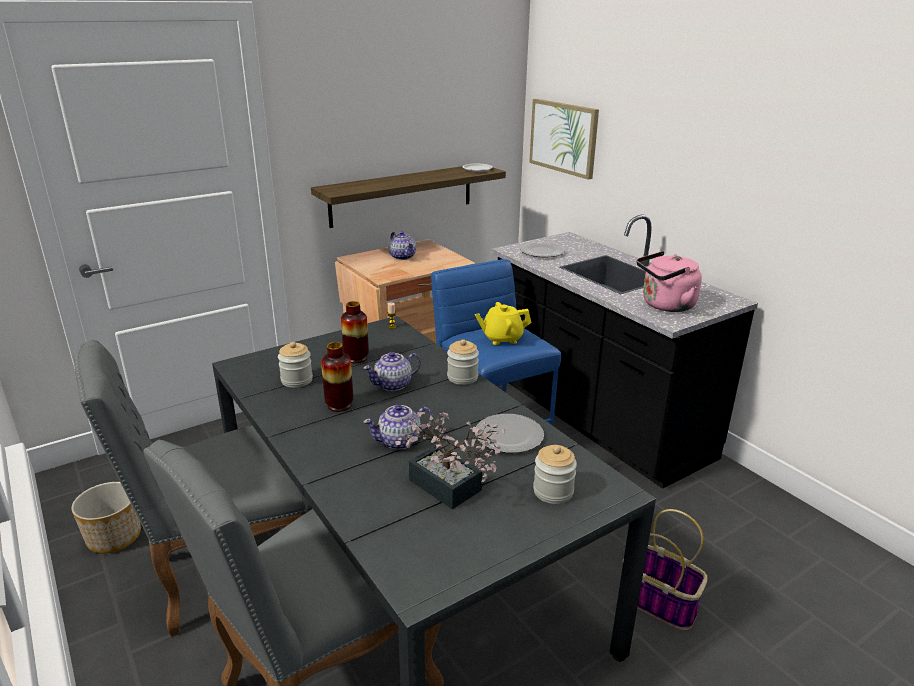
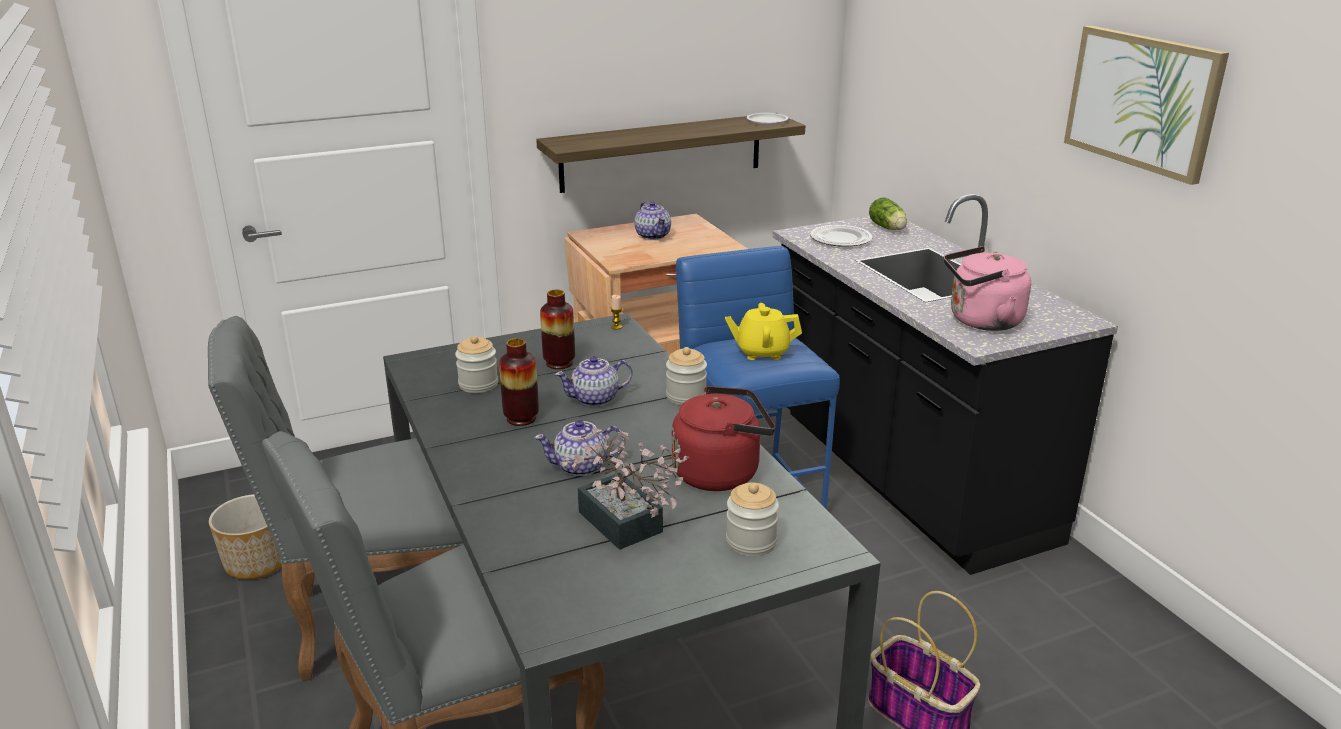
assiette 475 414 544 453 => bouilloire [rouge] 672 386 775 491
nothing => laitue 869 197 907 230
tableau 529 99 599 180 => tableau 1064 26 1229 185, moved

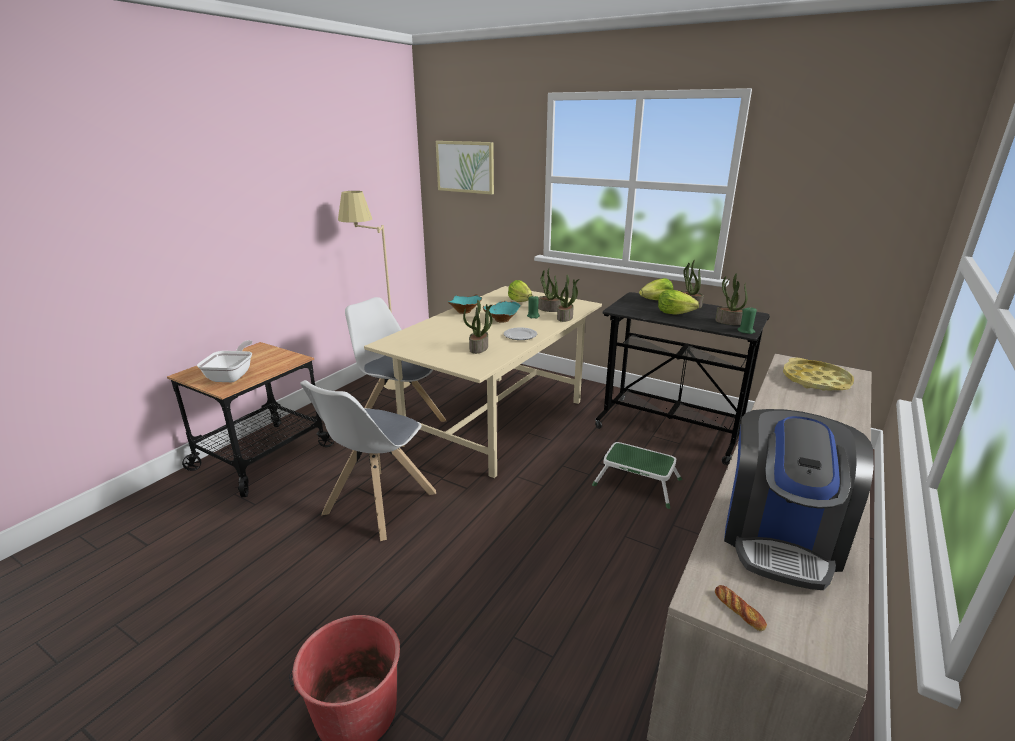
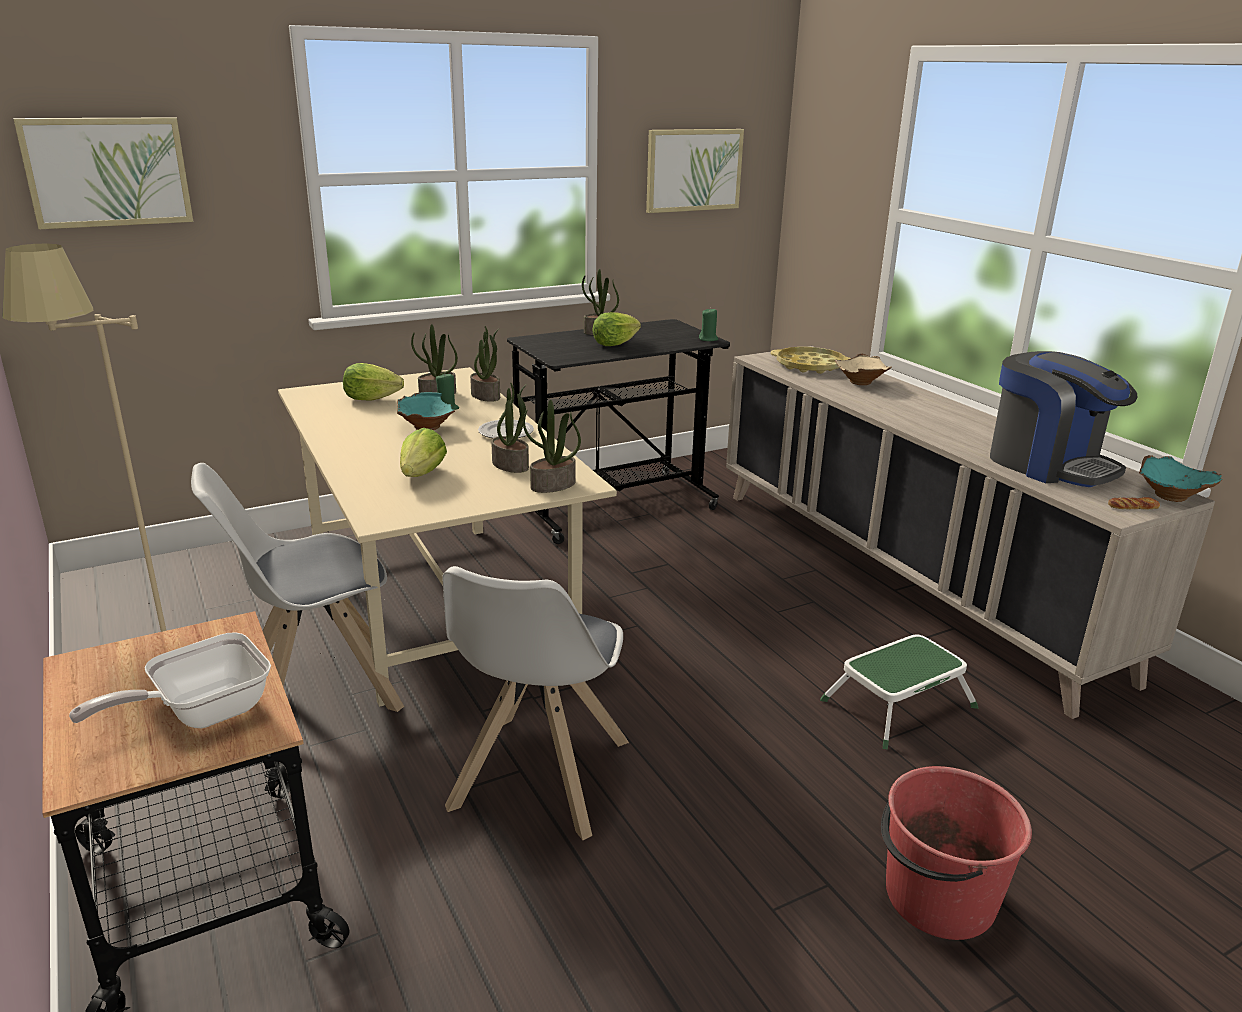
poêle 197 340 252 382 => poêle 69 632 271 728, 75 degrees counterclockwise
laitue 639 278 674 300 => laitue 400 428 447 477, moved
chaise 300 380 436 541 => chaise 443 566 629 840, 45 degrees clockwise
plante en pot 715 273 747 325 => plante en pot 523 400 581 493, moved
nothing => tableau 646 129 744 213
escabeau [vert] 592 442 682 509 => escabeau [vert] 820 635 978 749, moved
nothing => bol [beige] 835 353 892 385
bol [turquoise] 448 294 482 314 => bol [turquoise] 1139 455 1222 502, moved

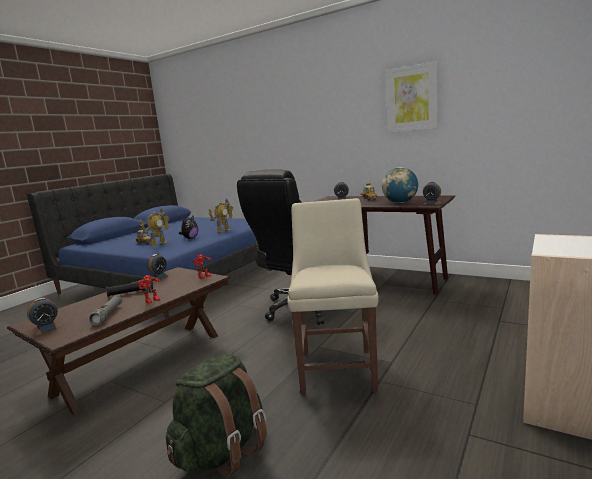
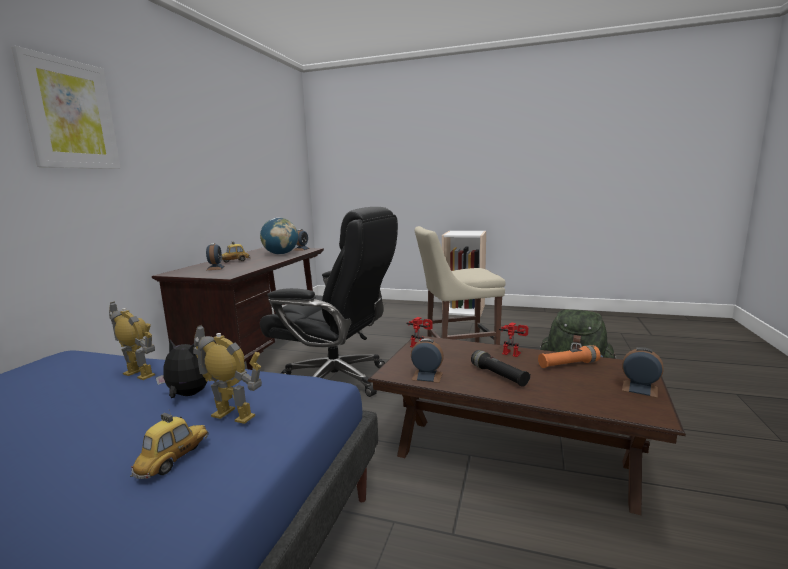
tableau 386 61 438 133 => tableau 12 46 121 169, moved
lampe de poche [gris] 89 295 122 325 => lampe de poche [orange] 538 345 600 368

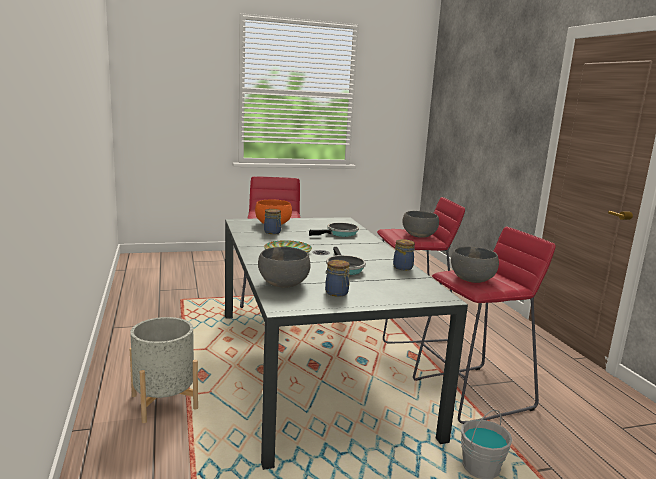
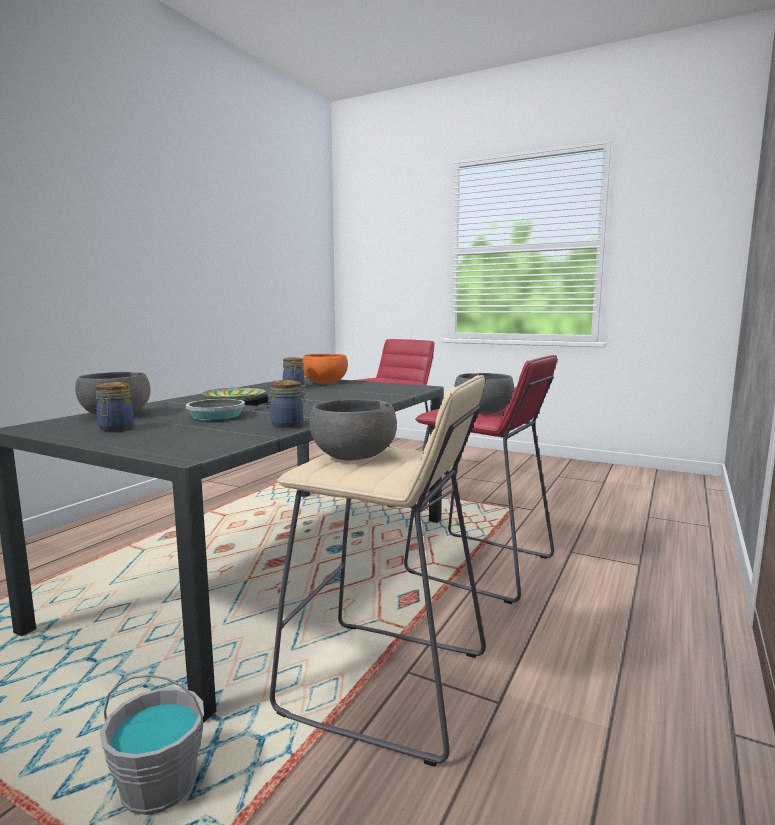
tabouret [rouge] 413 227 556 424 => tabouret [beige] 270 375 486 767
cache-pot [gris] 130 317 198 423 => nothing
poêle 309 223 359 237 => nothing

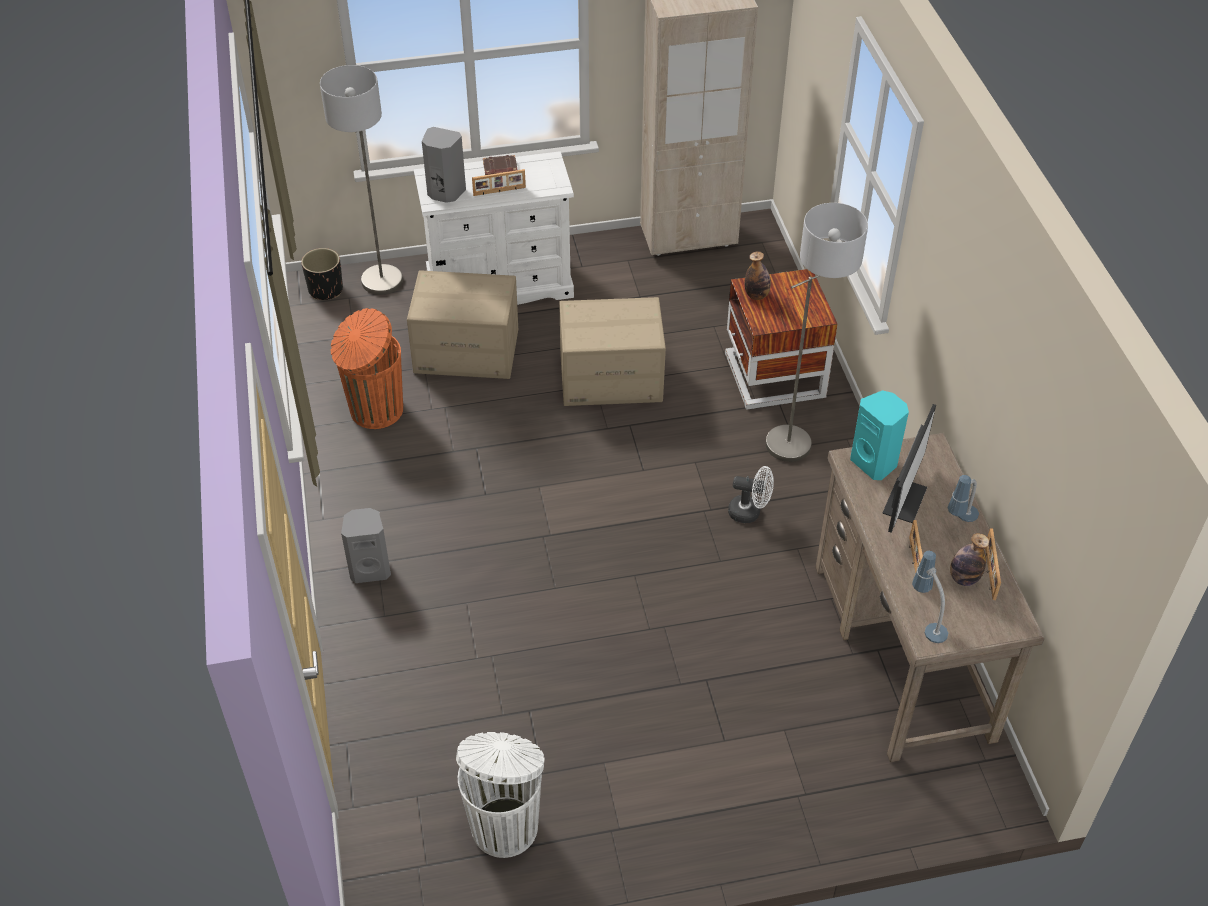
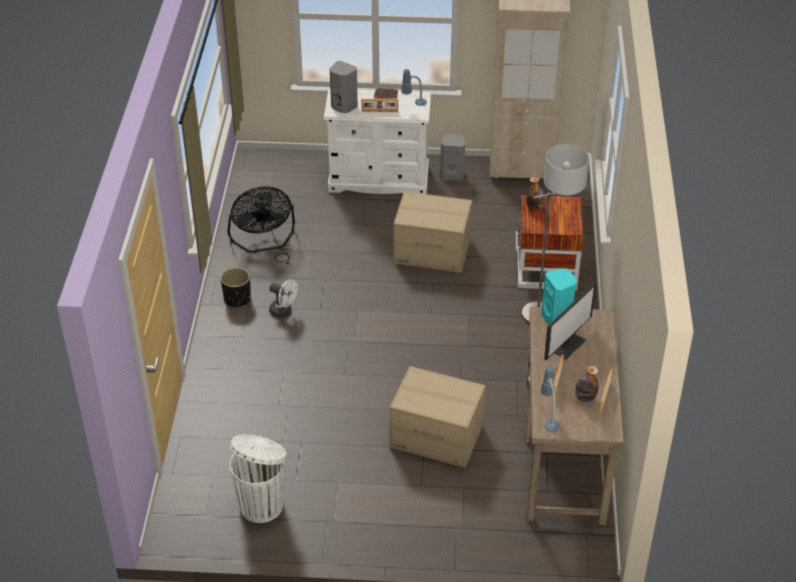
cache-pot [noir] 301 248 343 300 => cache-pot [noir] 220 267 251 307, moved
poubelle [orange] 330 308 403 429 => ventilateur [noir] 227 186 295 265
ventilateur [blanc] 728 466 774 523 => ventilateur [blanc] 269 279 298 318, moved
carton 407 270 518 379 => carton 390 366 486 468, moved
lampe de table 948 475 979 522 => lampe de table 401 69 427 106, moved
enceinte [gris] 341 508 391 583 => enceinte [gris] 440 134 465 181, moved
lampadaire [gris] 320 65 403 295 => nothing

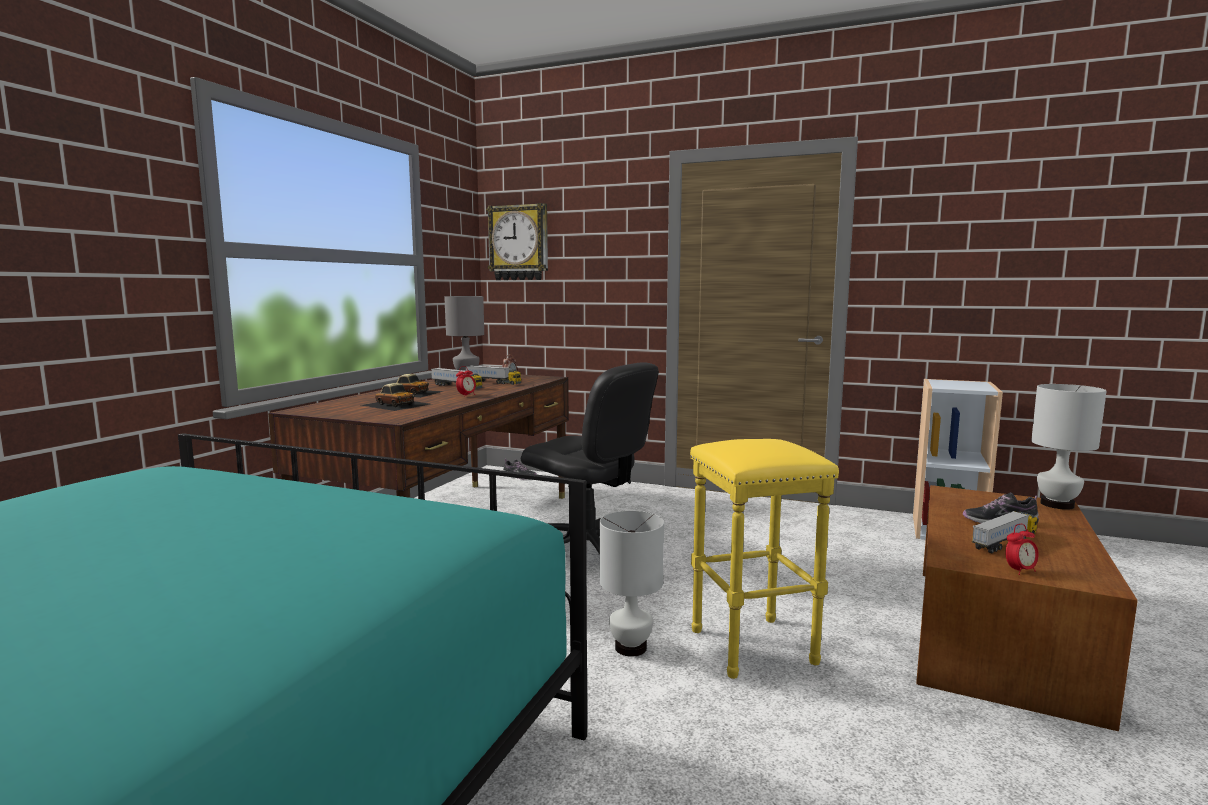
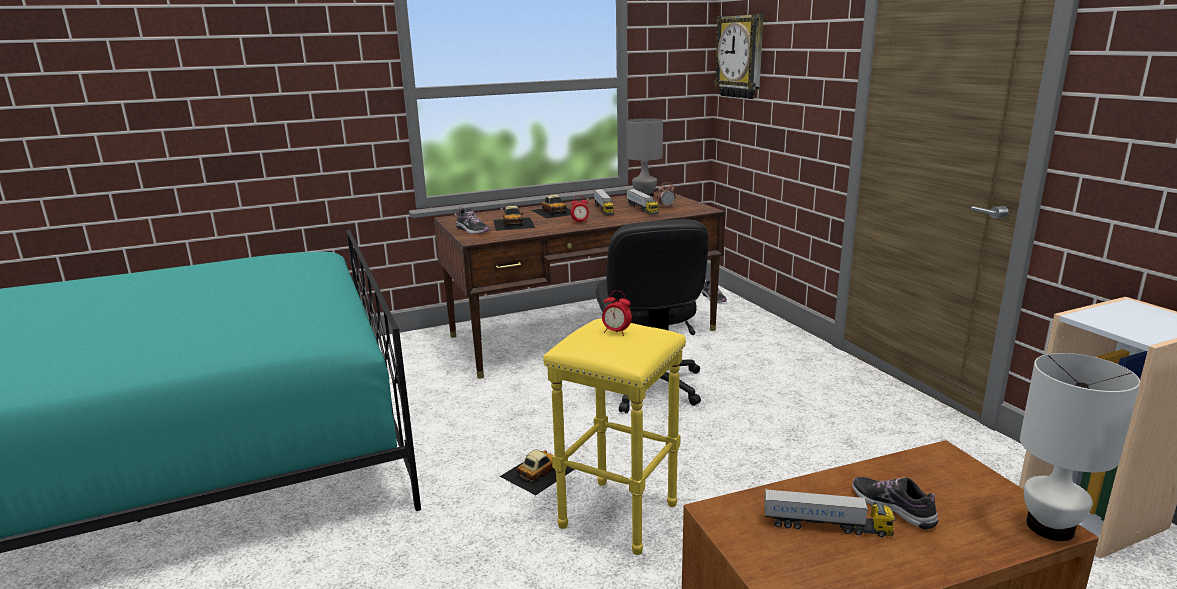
nothing => chaussure 456 207 490 234
lampe de table [blanc] 600 511 664 657 => petite voiture 499 450 575 495
réveil 1006 524 1039 575 => réveil 602 291 632 336, moved

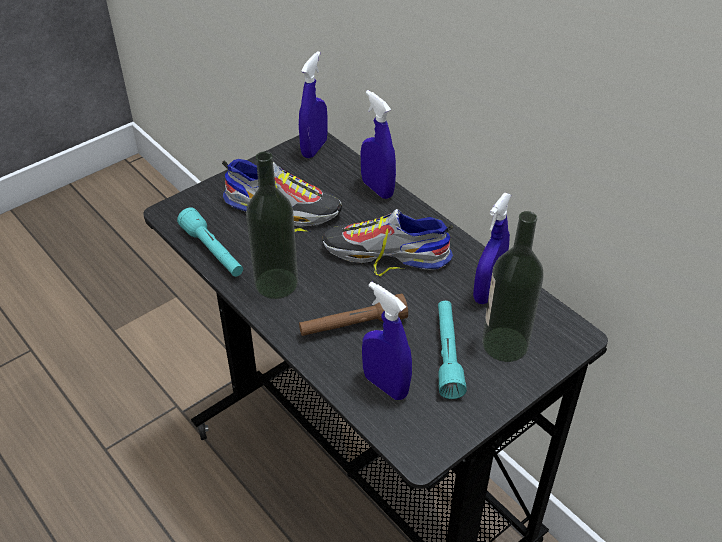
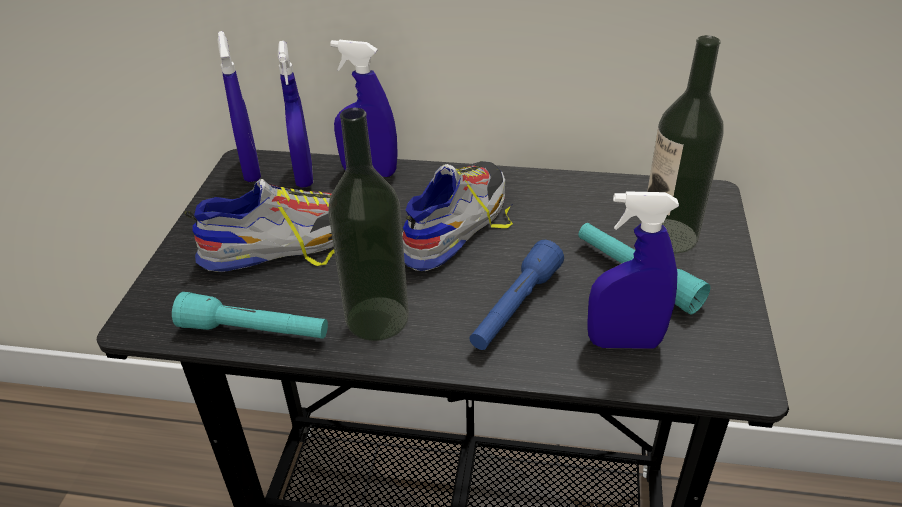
vaporisateur [bleu] 473 193 511 304 => vaporisateur [bleu] 278 41 313 188, moved
chaussure 322 209 453 276 => chaussure 402 161 513 272, 150 degrees clockwise
lampe de poche [marron] 299 294 408 336 => lampe de poche [bleu] 469 240 564 350

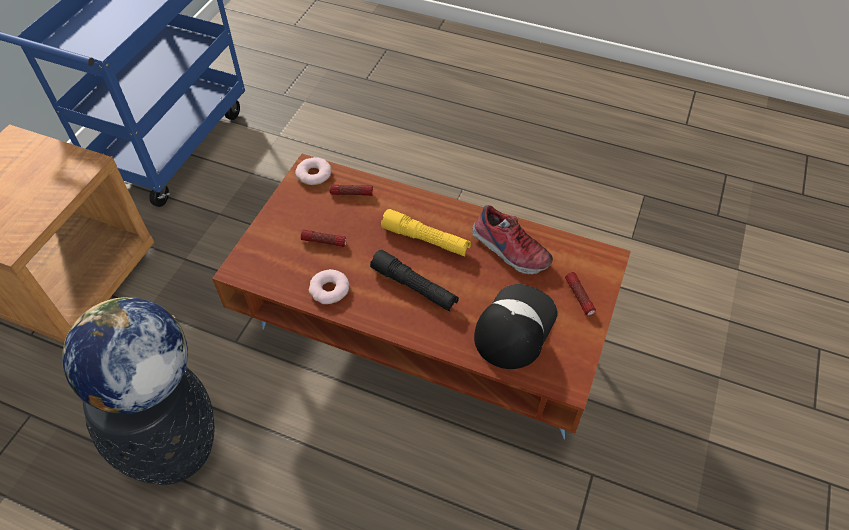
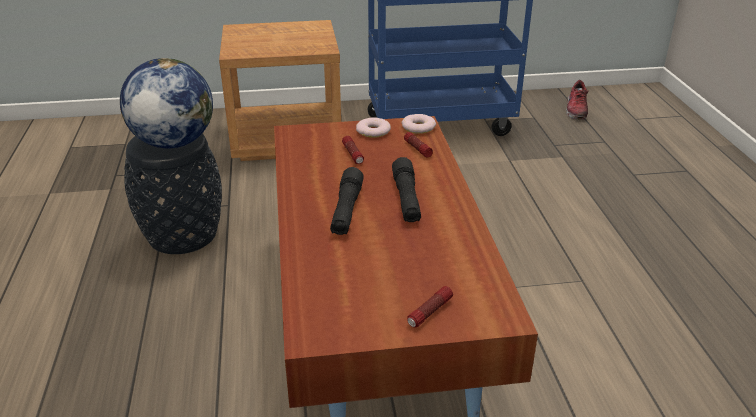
beignet 309 269 349 304 => beignet 356 117 391 138, moved
lampe de poche [jaune] 381 209 471 256 => lampe de poche [noir] 392 157 421 222
chaussure 472 205 553 274 => chaussure 566 80 589 119, moved
casquette 474 284 557 369 => nothing

